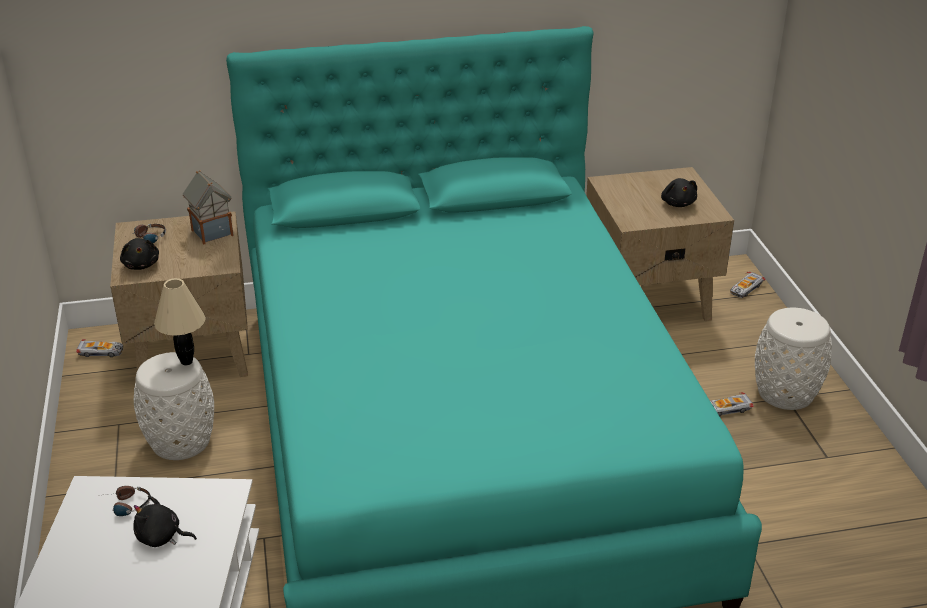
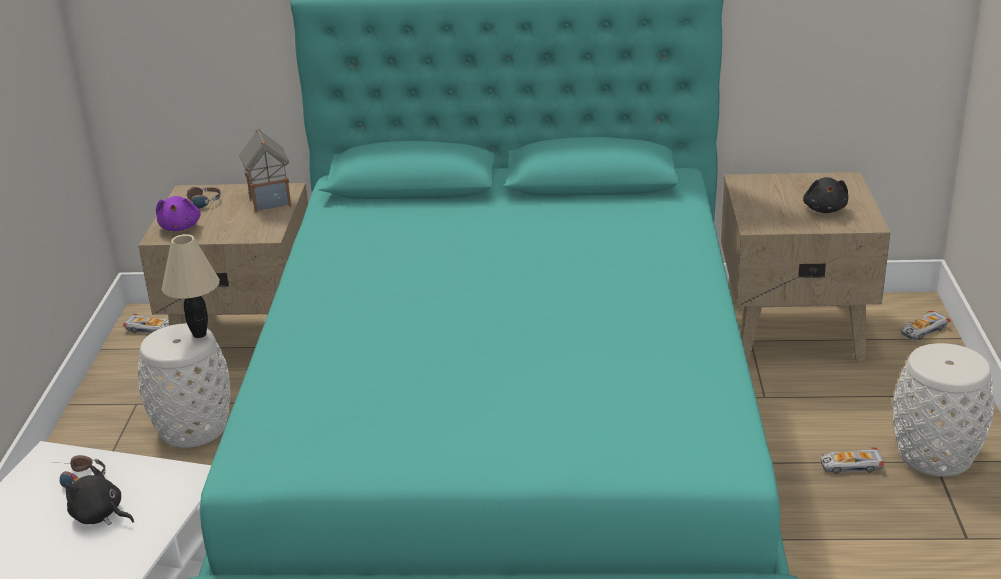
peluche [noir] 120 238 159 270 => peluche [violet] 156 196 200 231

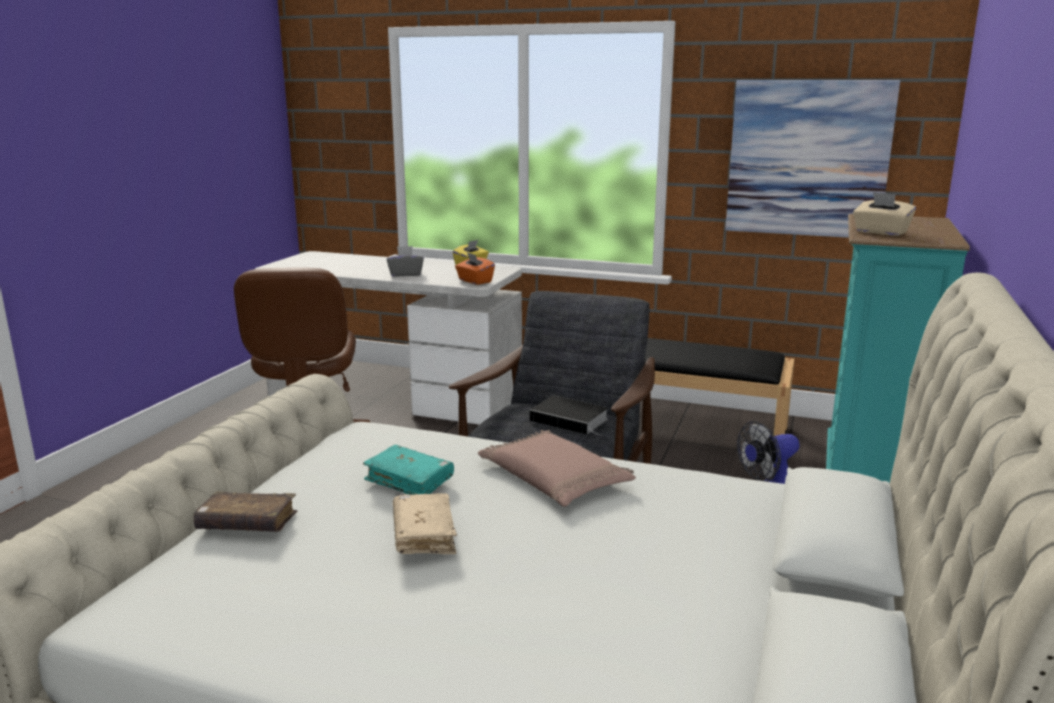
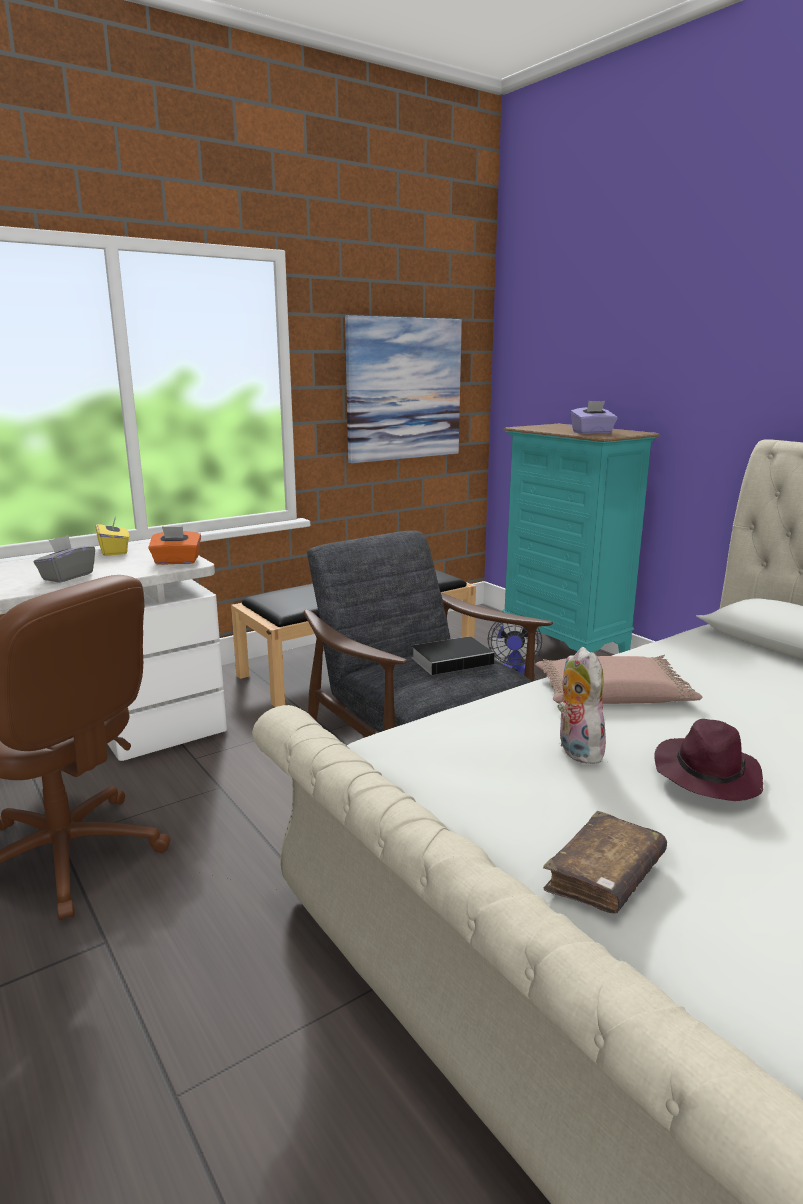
livre [turquoise] 363 445 454 495 => peluche 558 647 606 764
boîte à mouchoirs [beige] 853 192 916 236 => boîte à mouchoirs [violet] 570 401 617 434
livre [beige] 393 493 457 554 => chapeau [violet] 654 719 763 801

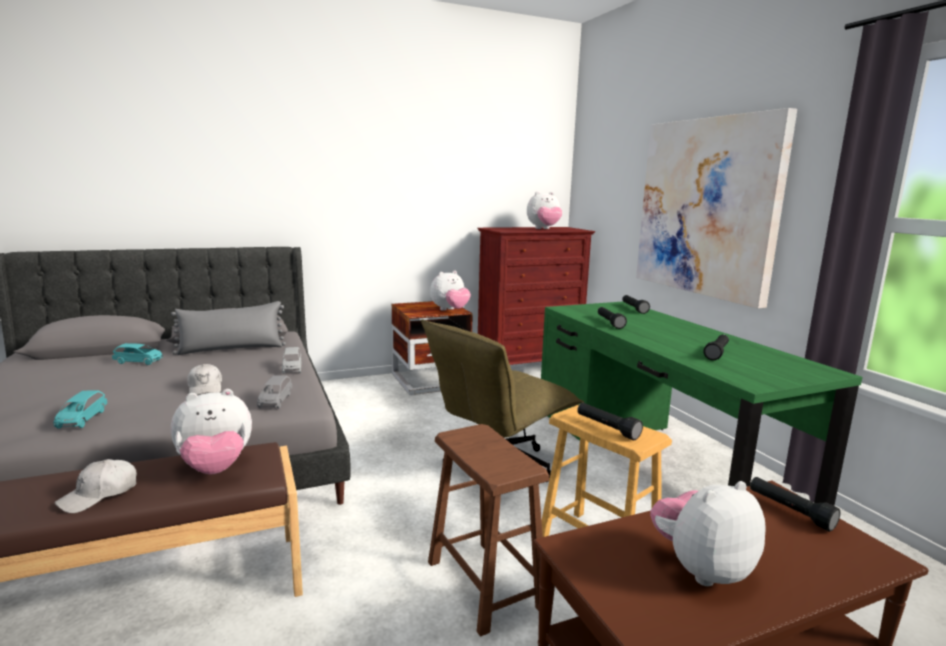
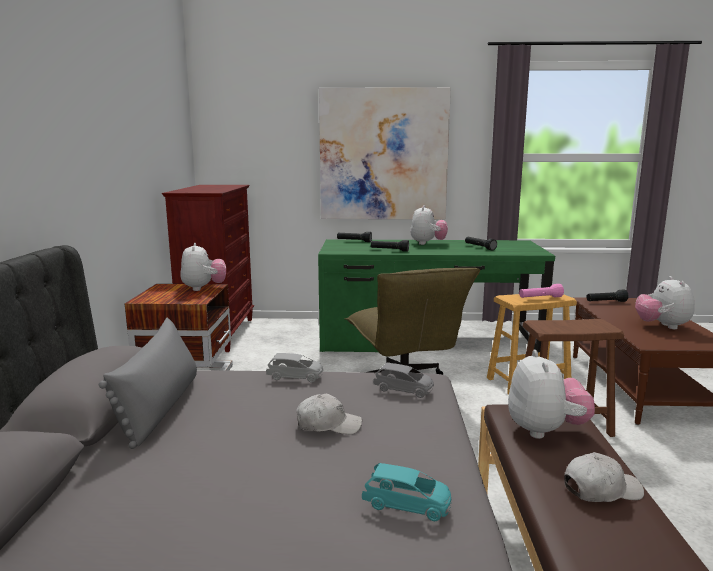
peluche 527 192 562 229 => peluche 410 205 448 245, moved
lampe de poche [noir] 577 403 643 440 => lampe de poche [rose] 519 284 564 298
casquette [blanc] 55 459 137 513 => casquette [blanc] 564 452 644 502, 75 degrees counterclockwise
petite voiture [turquoise] 112 343 163 365 => nothing

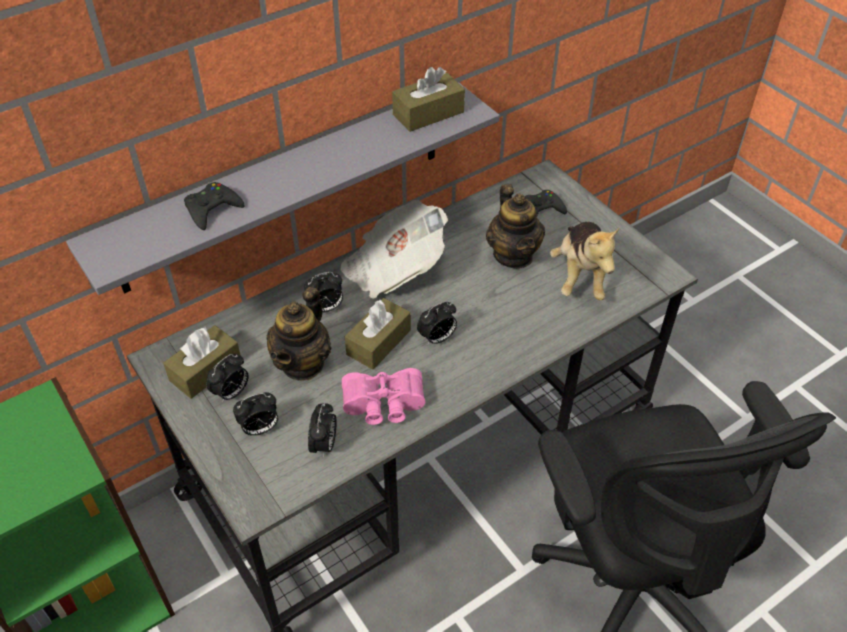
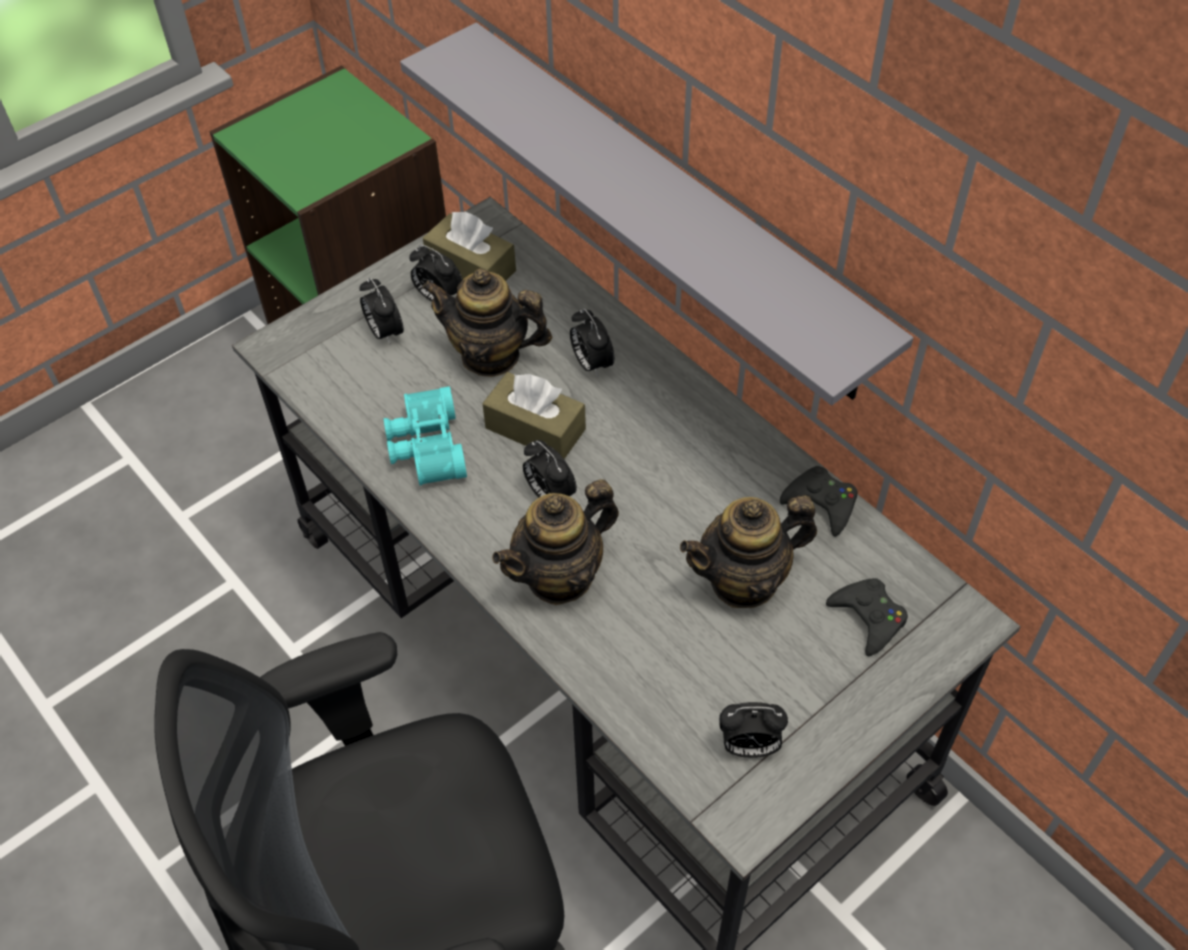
jumelles [rose] 342 368 425 425 => jumelles [turquoise] 384 386 467 485
nothing => théière 492 479 619 605
réveil 308 403 336 458 => réveil 719 702 788 758, moved
manette [noir] 184 182 244 230 => manette [noir] 780 466 858 536, moved
journal 341 200 448 299 => nothing
boîte à mouchoirs [marron] 392 67 465 132 => nothing
peluche 550 222 620 300 => nothing

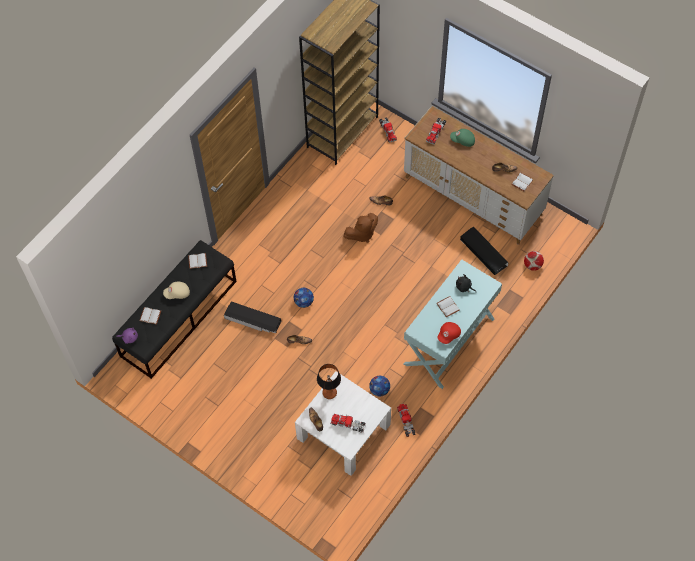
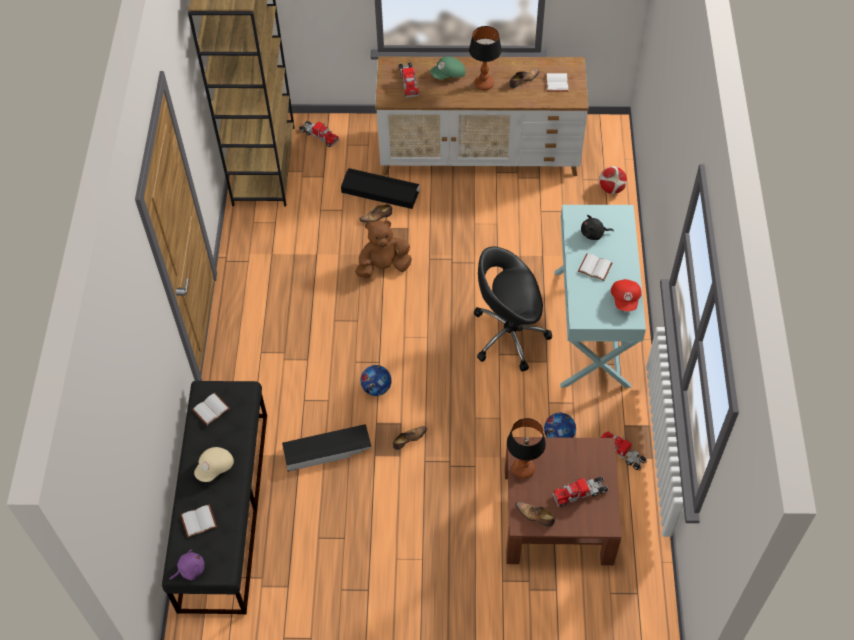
boîte de rangement [noir] 460 227 508 275 => boîte de rangement [noir] 341 168 420 209, moved
peluche [marron] 343 213 378 243 => peluche [marron] 355 220 412 278, 135 degrees counterclockwise
nothing => lampe de table 469 26 502 90
nothing => chaise de bureau [noir] 474 246 552 371
table basse [blanc] 295 371 391 476 => table basse [marron] 505 437 622 565

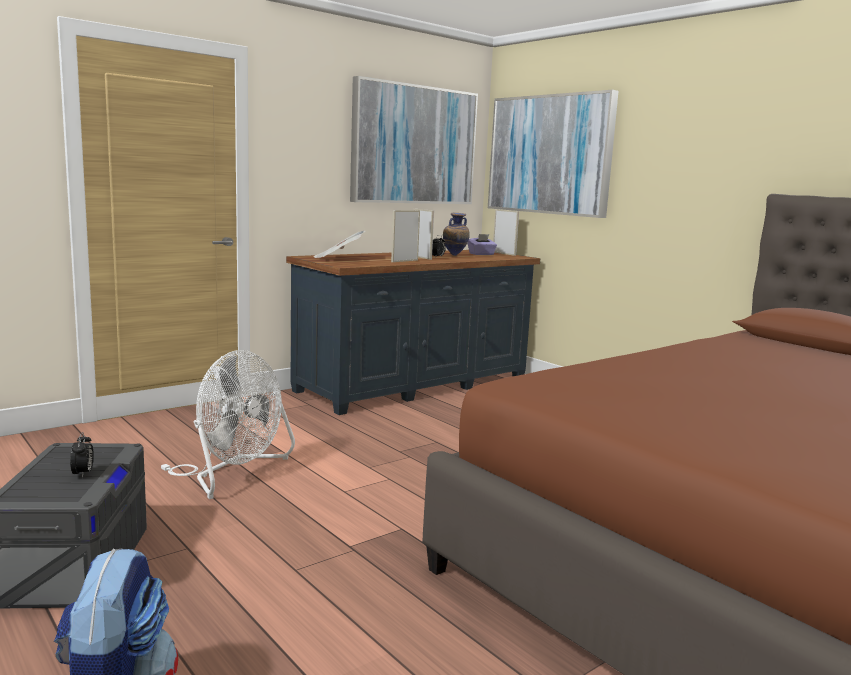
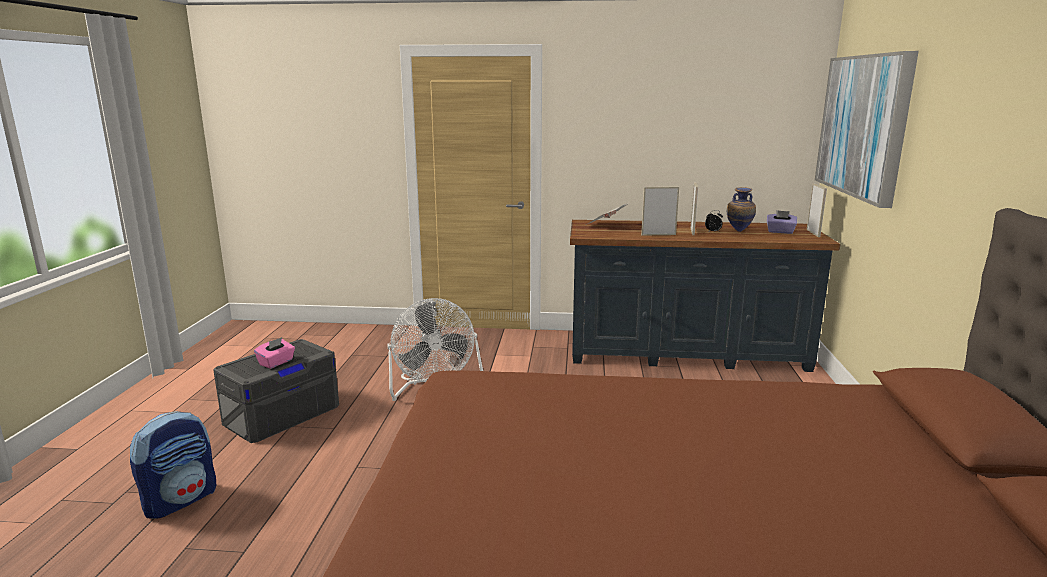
réveil 70 432 94 478 => boîte à mouchoirs [rose] 254 337 295 369
tableau 350 76 478 204 => nothing

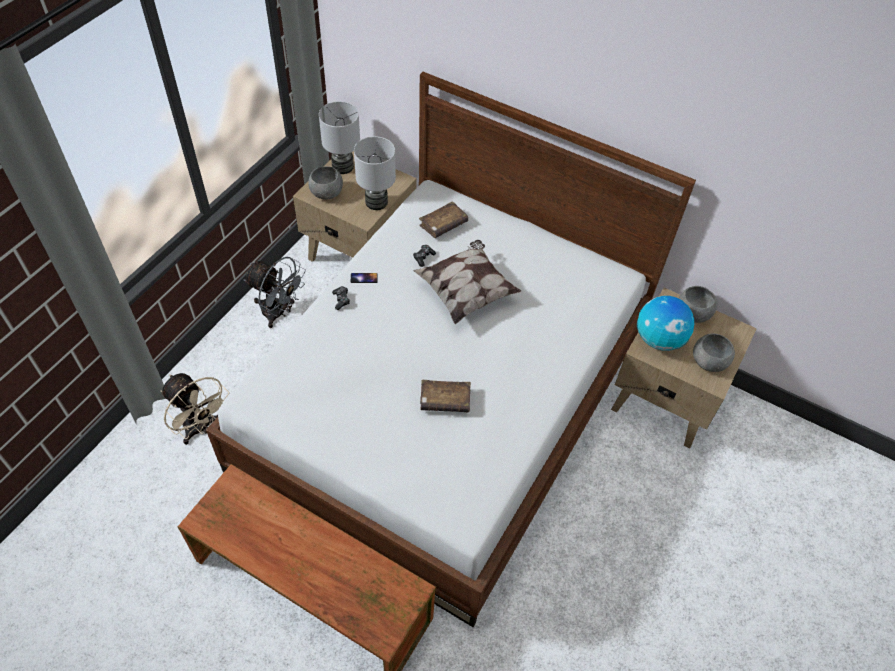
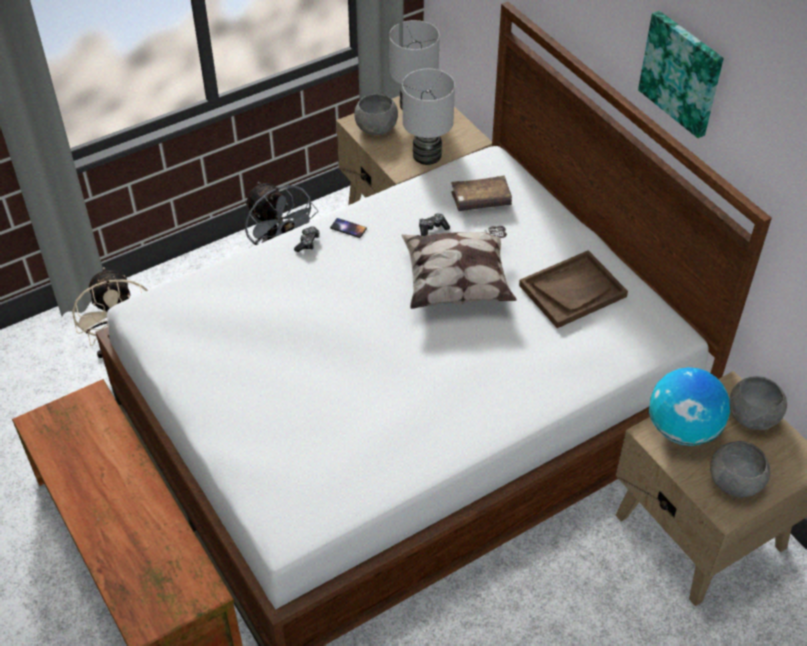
nothing => plateau [marron] 519 250 628 328
nothing => tableau 638 11 724 138
livre [marron] 420 380 471 413 => nothing

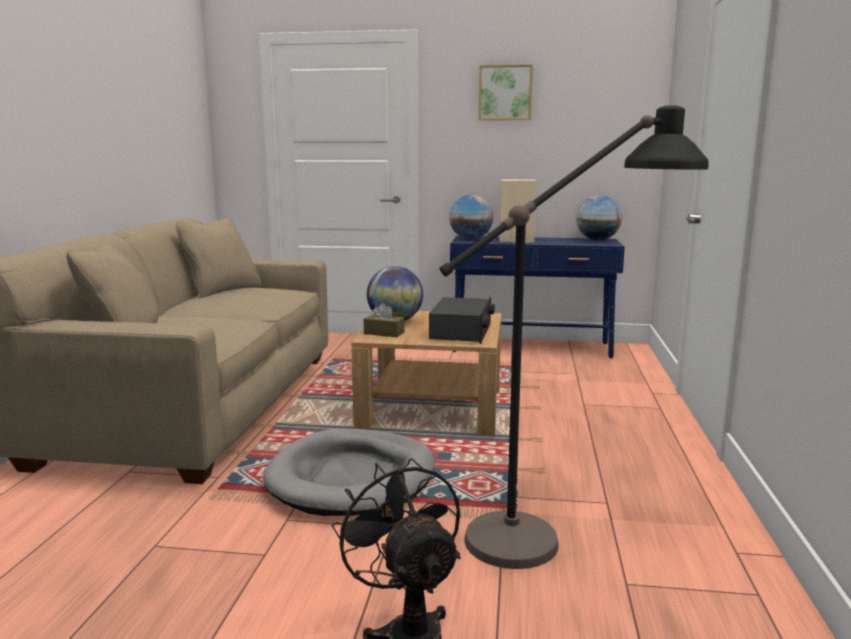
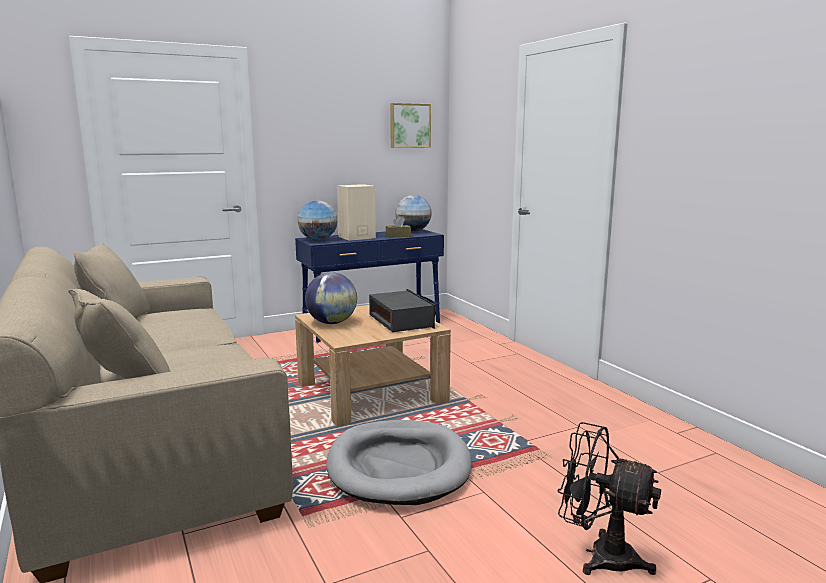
boîte à mouchoirs [marron] 364 303 405 337 => boîte à mouchoirs [marron] 386 216 411 238, moved
tableau 479 65 533 120 => tableau 390 103 431 148, moved
lampadaire [noir] 439 106 709 569 => nothing

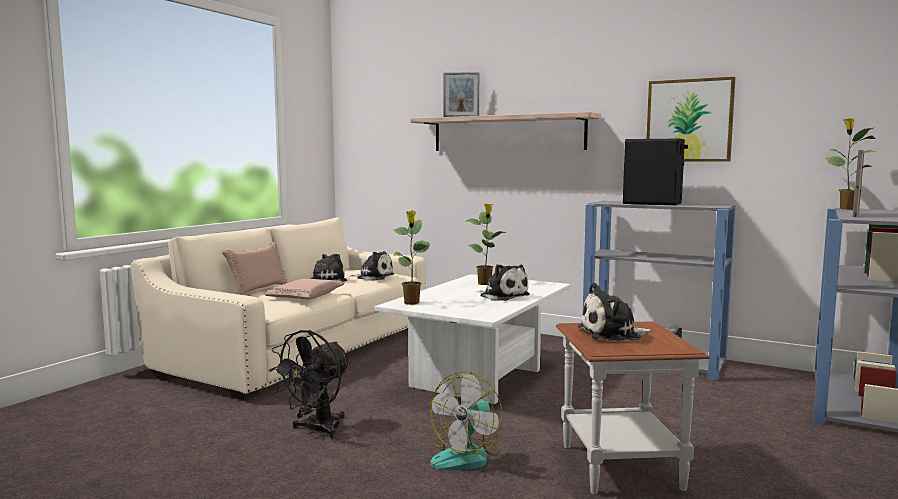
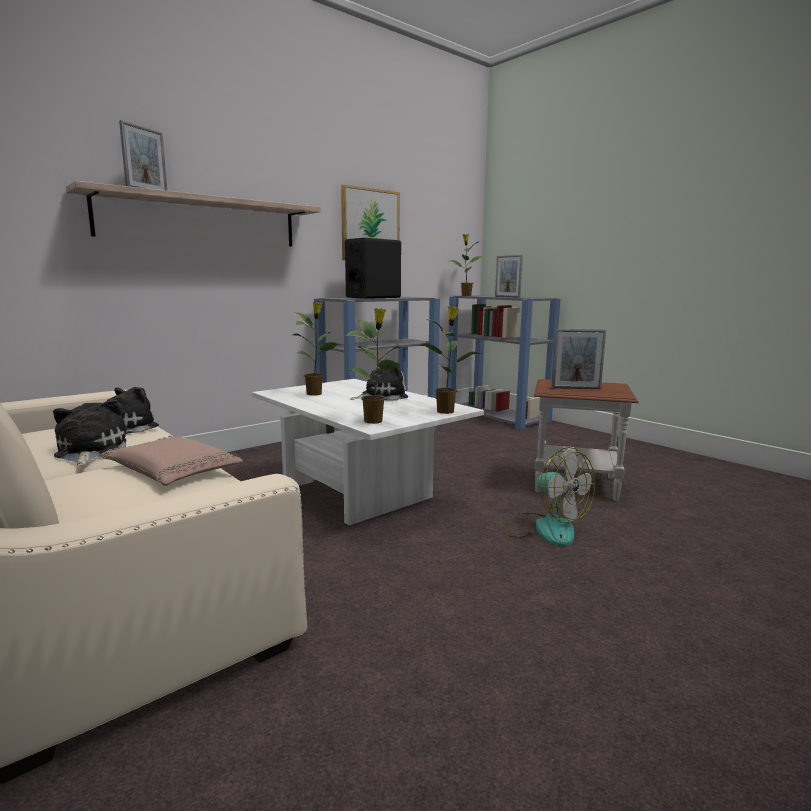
nothing => plante en pot 416 306 483 414
peluche 578 283 652 341 => cadre photo 551 329 606 389
coussin [beige] 222 242 288 295 => nothing
ventilateur [noir] 268 330 351 438 => nothing

